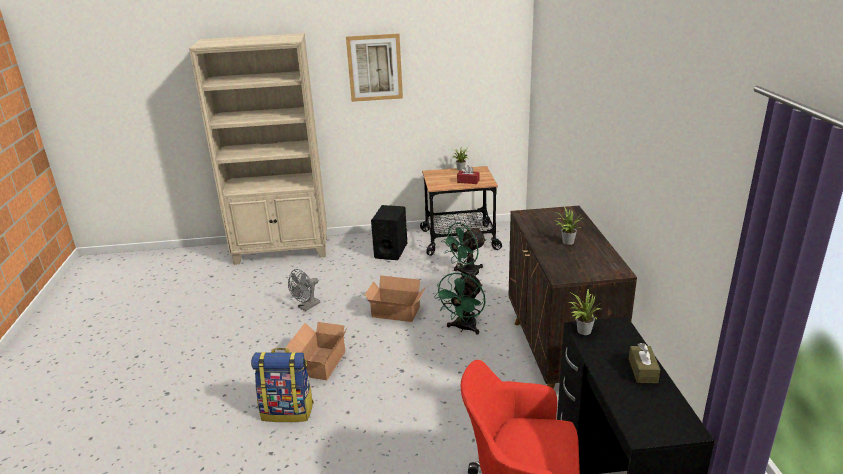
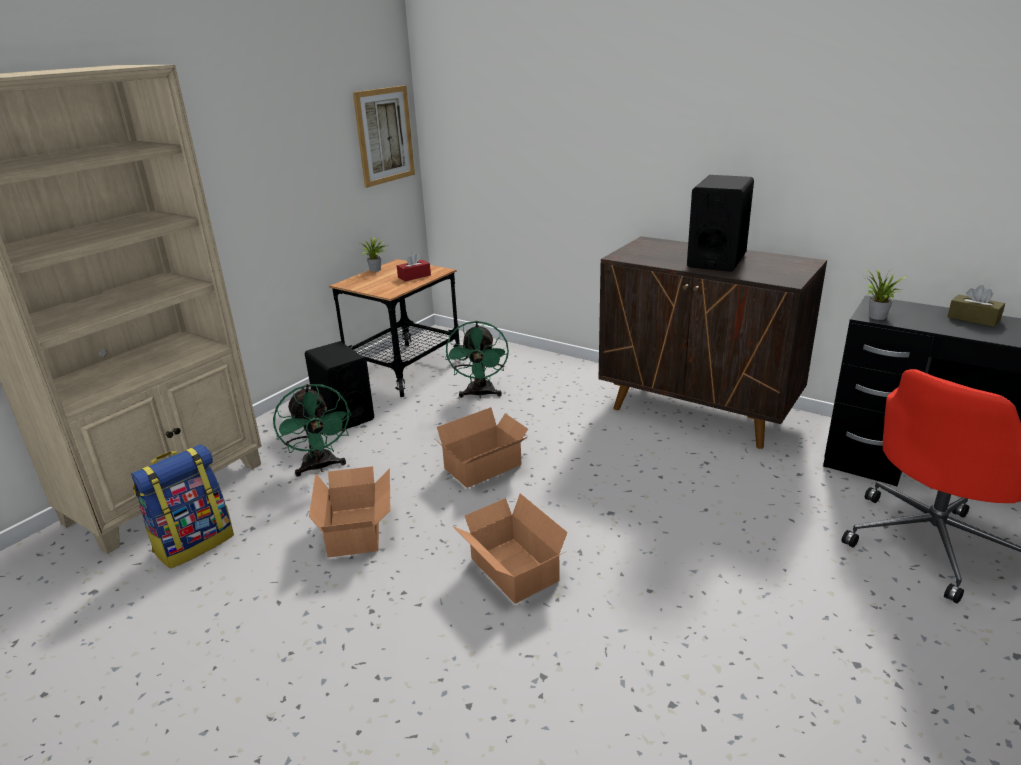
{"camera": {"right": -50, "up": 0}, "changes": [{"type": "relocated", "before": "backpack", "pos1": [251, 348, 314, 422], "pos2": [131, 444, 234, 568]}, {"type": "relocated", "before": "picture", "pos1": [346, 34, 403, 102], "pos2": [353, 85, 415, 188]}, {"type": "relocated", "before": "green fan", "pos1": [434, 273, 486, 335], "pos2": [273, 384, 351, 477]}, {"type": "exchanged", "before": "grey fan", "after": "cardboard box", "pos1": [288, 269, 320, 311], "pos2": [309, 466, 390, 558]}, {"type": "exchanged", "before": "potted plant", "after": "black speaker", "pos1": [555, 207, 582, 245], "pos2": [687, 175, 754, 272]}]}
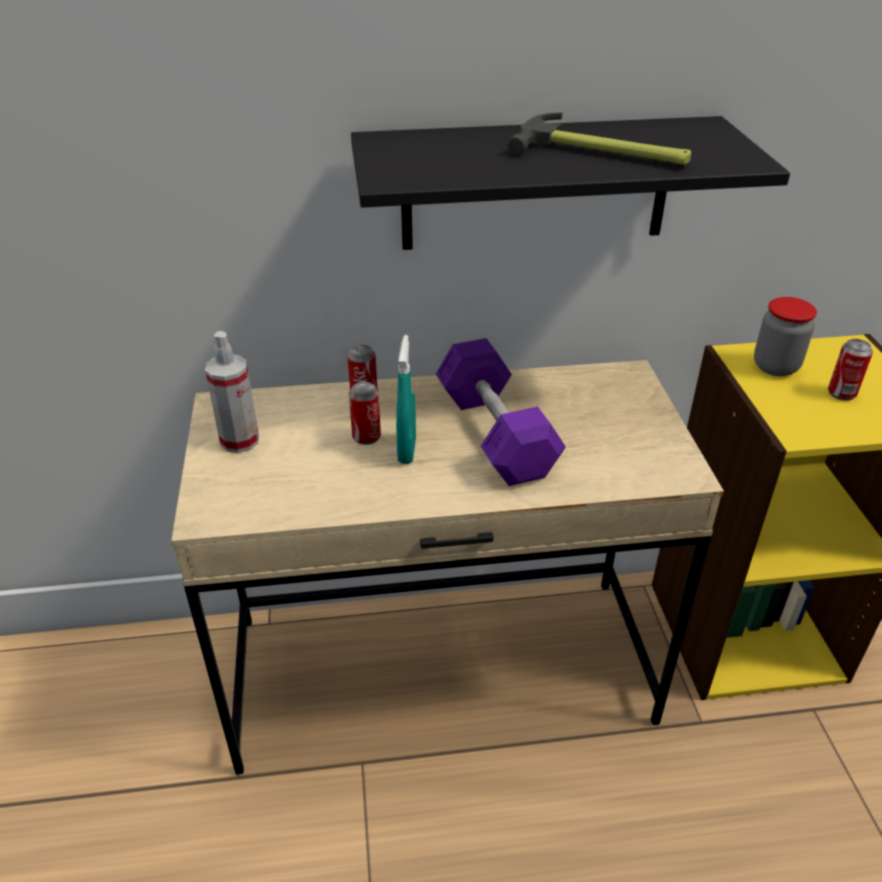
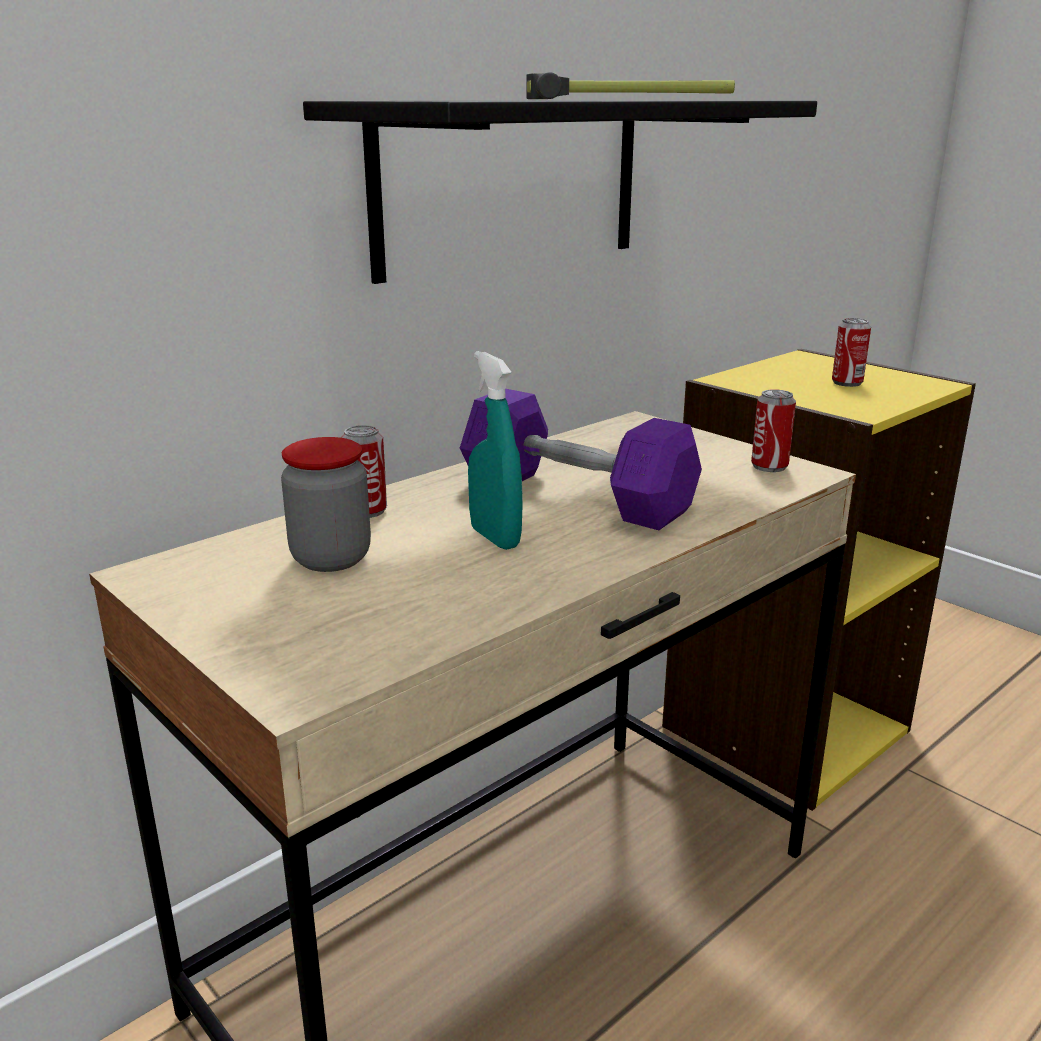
{"camera": {"right": -35, "up": -15}, "changes": [{"type": "missing", "before": "spray bottle", "pos1": [205, 331, 259, 453]}, {"type": "relocated", "before": "can", "pos1": [349, 382, 381, 445], "pos2": [751, 389, 796, 472]}, {"type": "relocated", "before": "jar", "pos1": [754, 297, 817, 376], "pos2": [281, 437, 371, 572]}]}
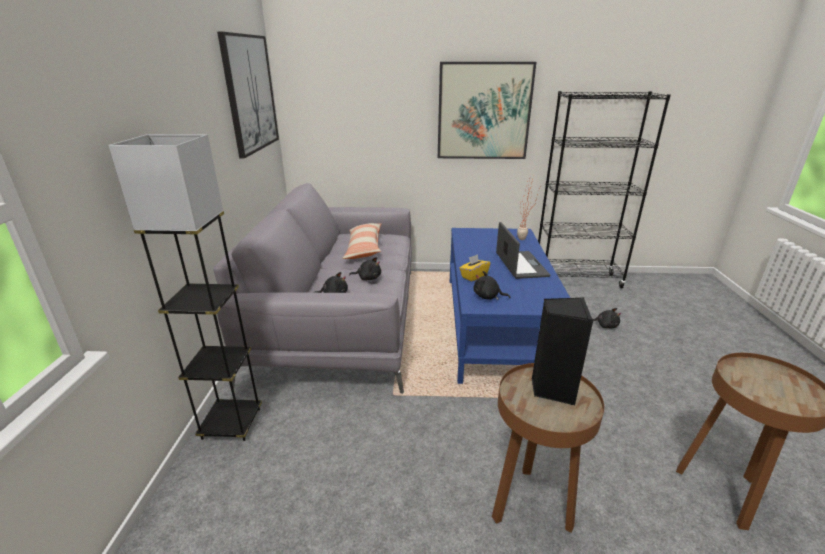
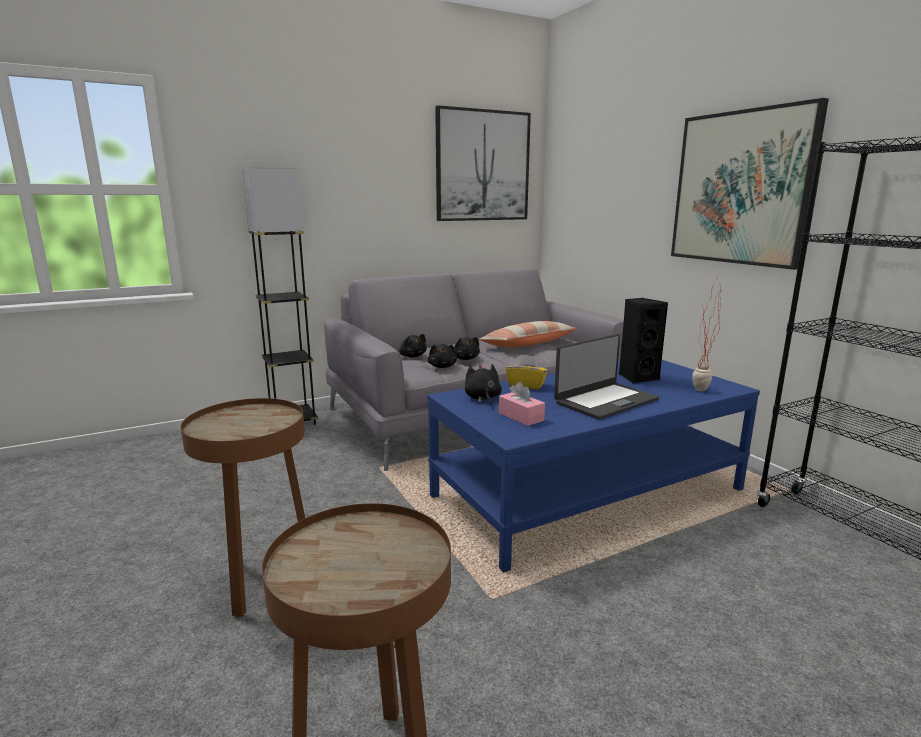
{"camera": {"right": 60, "up": -10}, "changes": [{"type": "appeared", "after": "pink tissue box", "pos2": [499, 382, 545, 426]}, {"type": "relocated", "before": "black speaker", "pos1": [532, 297, 593, 405], "pos2": [619, 298, 668, 384]}, {"type": "relocated", "before": "black plush toy", "pos1": [593, 308, 621, 328], "pos2": [428, 344, 457, 368]}]}
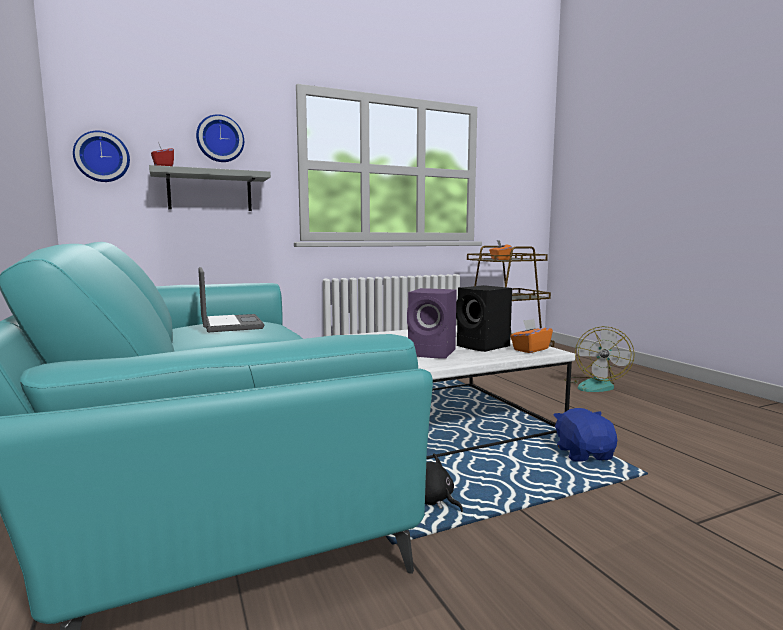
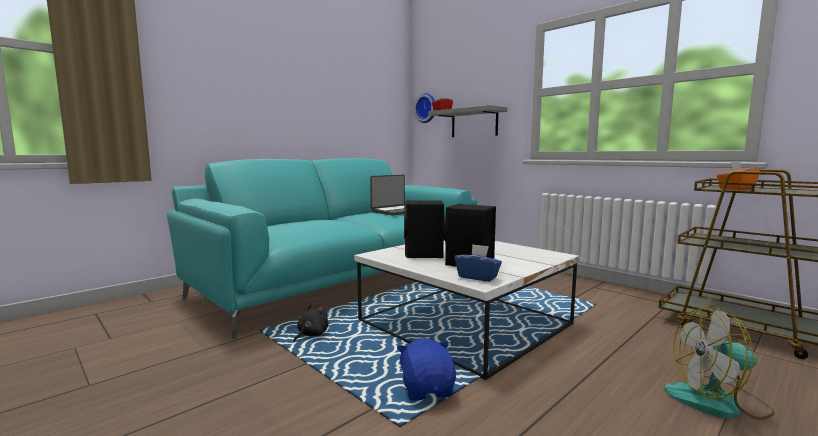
{"camera": {"right": 70, "up": 0}, "changes": [{"type": "missing", "before": "wall clock", "pos1": [196, 114, 244, 162]}, {"type": "colour", "before": "purple speaker", "after": "black speaker", "pos1": [407, 288, 457, 359], "pos2": [404, 200, 444, 258]}, {"type": "colour", "before": "orange tissue box", "after": "blue tissue box", "pos1": [510, 319, 553, 353], "pos2": [455, 244, 502, 282]}, {"type": "spun", "before": "blue plush toy", "pos1": [554, 408, 617, 462], "pos2": [397, 339, 456, 401], "turn": -75}]}
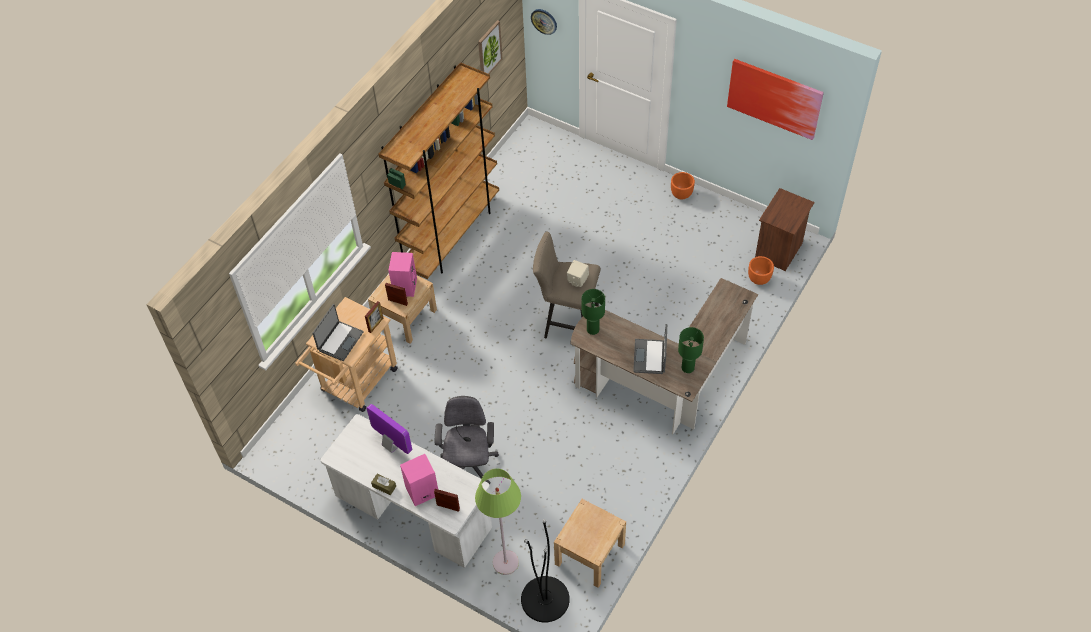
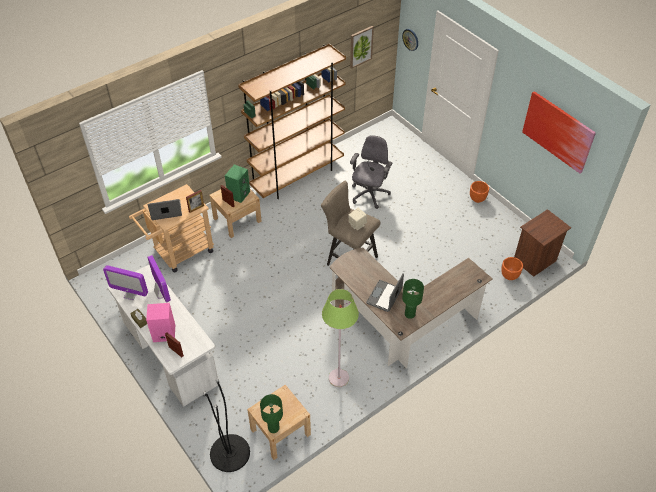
{"camera": {"right": 20, "up": -5}, "changes": [{"type": "appeared", "after": "monitor", "pos2": [103, 265, 148, 300]}, {"type": "relocated", "before": "grey office chair", "pos1": [434, 396, 499, 485], "pos2": [350, 135, 392, 209]}, {"type": "relocated", "before": "green floor lamp", "pos1": [475, 468, 521, 575], "pos2": [322, 289, 359, 387]}, {"type": "relocated", "before": "green table lamp", "pos1": [582, 289, 605, 335], "pos2": [260, 394, 283, 433]}, {"type": "colour", "before": "pink speaker", "after": "green speaker", "pos1": [388, 252, 417, 297], "pos2": [225, 164, 250, 203]}, {"type": "spun", "before": "laptop", "pos1": [312, 304, 364, 361], "pos2": [148, 199, 182, 220], "turn": -150}]}
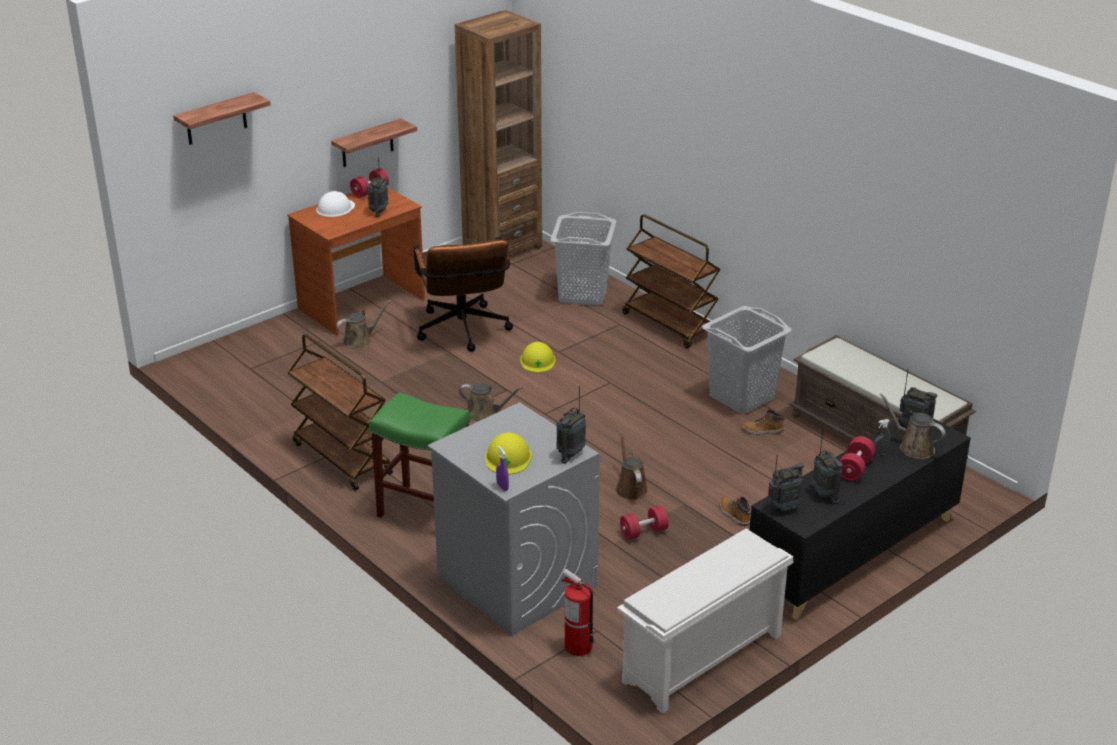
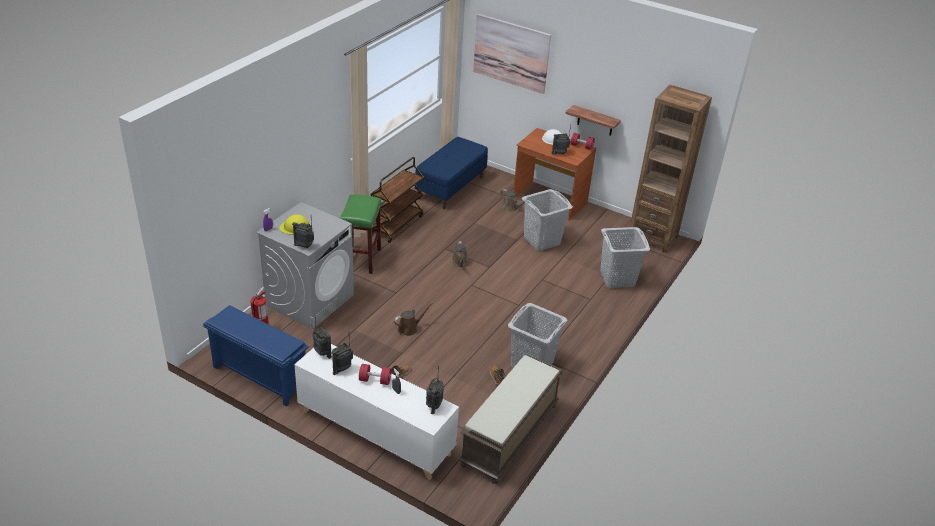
{"camera": {"right": 70, "up": 5}, "changes": [{"type": "missing", "before": "yellow hard hat", "pos1": [520, 342, 556, 373]}, {"type": "missing", "before": "red dumbbell", "pos1": [620, 506, 669, 540]}, {"type": "missing", "before": "brown cart", "pos1": [622, 214, 720, 349]}, {"type": "missing", "before": "brown watering can", "pos1": [880, 393, 945, 459]}, {"type": "appeared", "after": "blue bench", "pos2": [415, 137, 488, 209]}, {"type": "exchanged", "before": "shelf", "after": "picture", "pos1": [173, 92, 271, 145], "pos2": [473, 14, 551, 94]}, {"type": "exchanged", "before": "brown office chair", "after": "grey laundry basket", "pos1": [414, 237, 513, 352], "pos2": [522, 189, 573, 251]}, {"type": "colour", "before": "white shoe rack", "after": "blue shoe rack", "pos1": [617, 529, 793, 714], "pos2": [203, 305, 309, 407]}, {"type": "colour", "before": "black cabinet", "after": "white cabinet", "pos1": [750, 418, 971, 620], "pos2": [294, 344, 459, 480]}]}
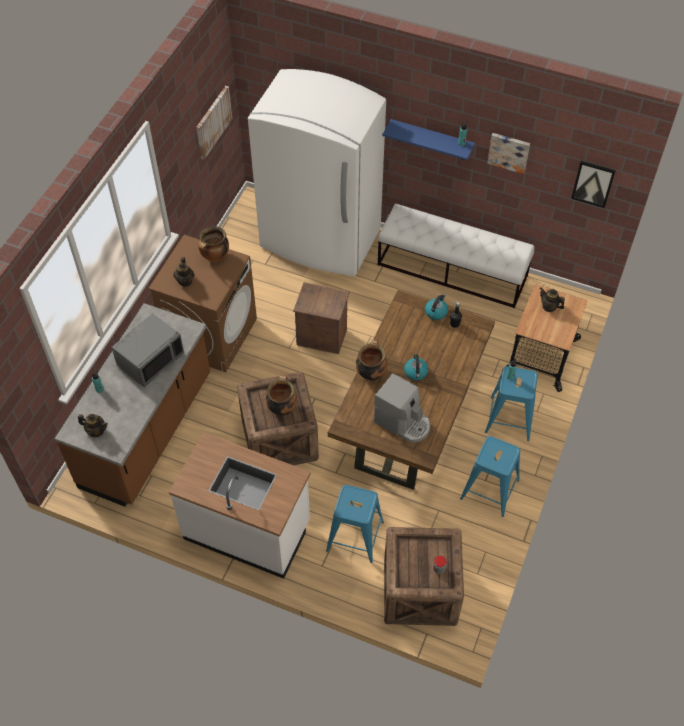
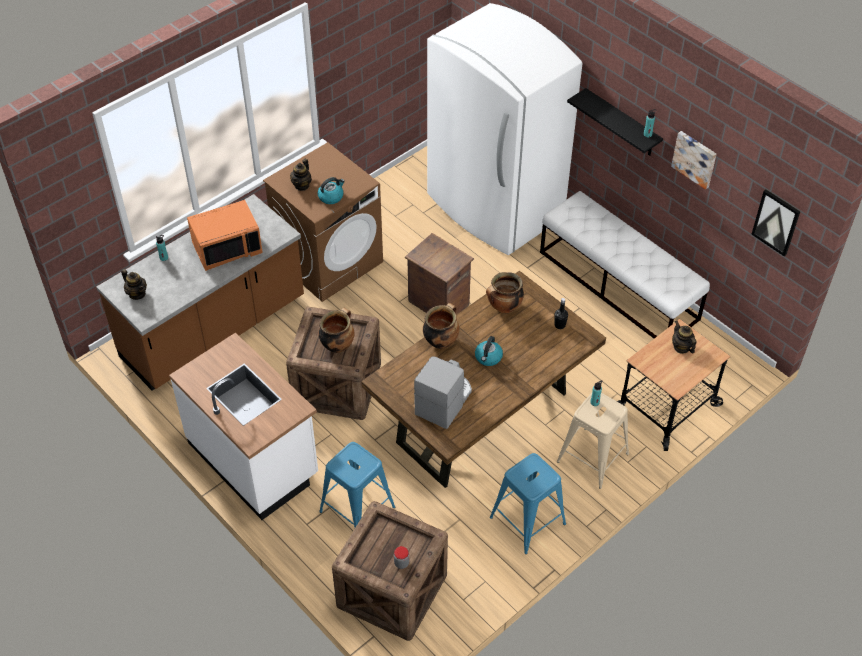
{"camera": {"right": 25, "up": -5}, "changes": [{"type": "missing", "before": "picture", "pos1": [196, 86, 232, 160]}, {"type": "relocated", "before": "cooking pot", "pos1": [198, 226, 229, 262], "pos2": [486, 272, 524, 313]}, {"type": "relocated", "before": "kettle", "pos1": [425, 294, 448, 320], "pos2": [317, 177, 345, 204]}, {"type": "colour", "before": "grey microwave", "after": "orange microwave", "pos1": [112, 313, 184, 388], "pos2": [187, 200, 263, 271]}, {"type": "colour", "before": "blue shelf", "after": "black shelf", "pos1": [382, 119, 475, 160], "pos2": [567, 88, 663, 156]}, {"type": "colour", "before": "blue stool", "after": "beige stool", "pos1": [485, 366, 538, 441], "pos2": [557, 393, 629, 489]}, {"type": "spun", "before": "coffee machine", "pos1": [374, 373, 430, 443], "pos2": [414, 356, 472, 429], "turn": -120}]}
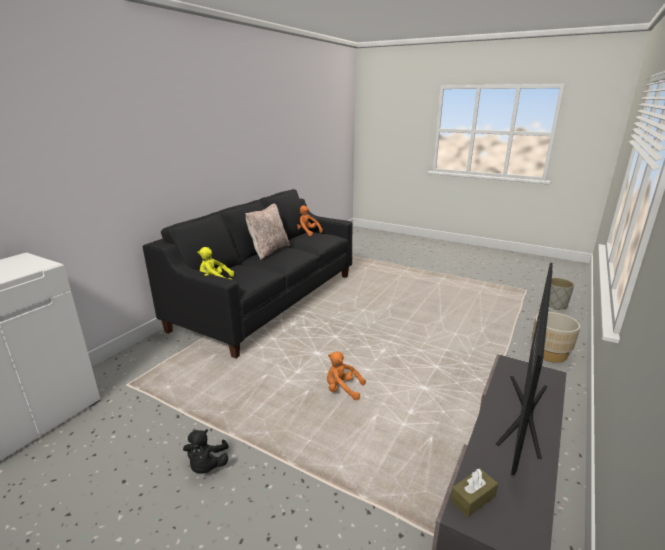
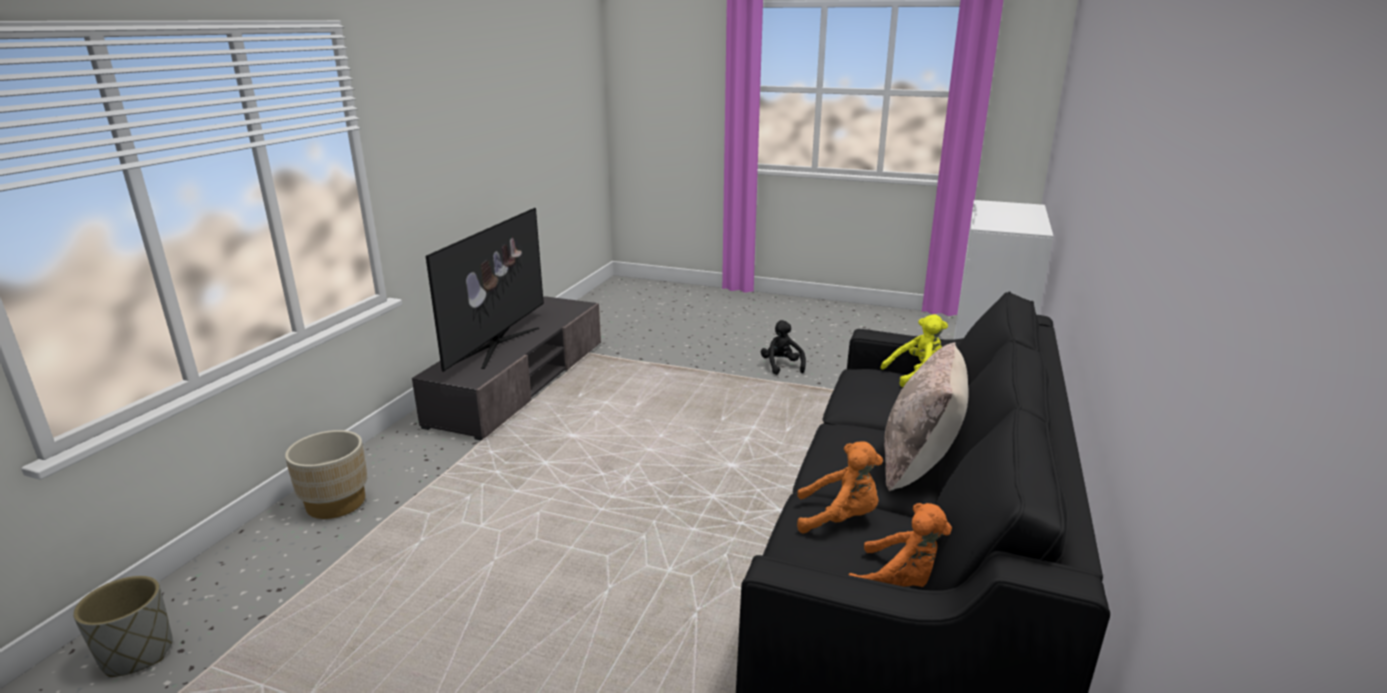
{"camera": {"right": 170, "up": 0}, "changes": [{"type": "missing", "before": "brown tissue box", "pos1": [450, 468, 498, 517]}, {"type": "relocated", "before": "orange plush toy", "pos1": [327, 351, 365, 400], "pos2": [797, 441, 883, 534]}]}
